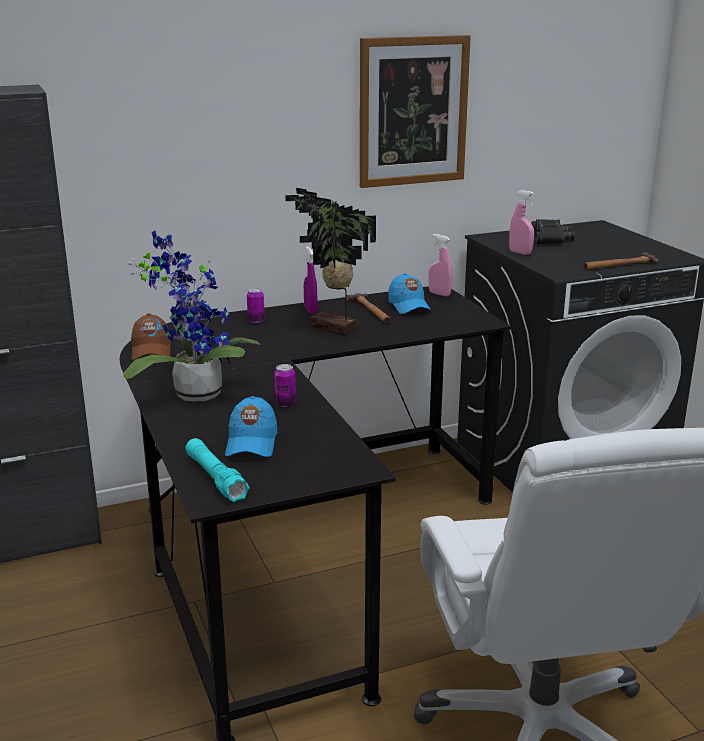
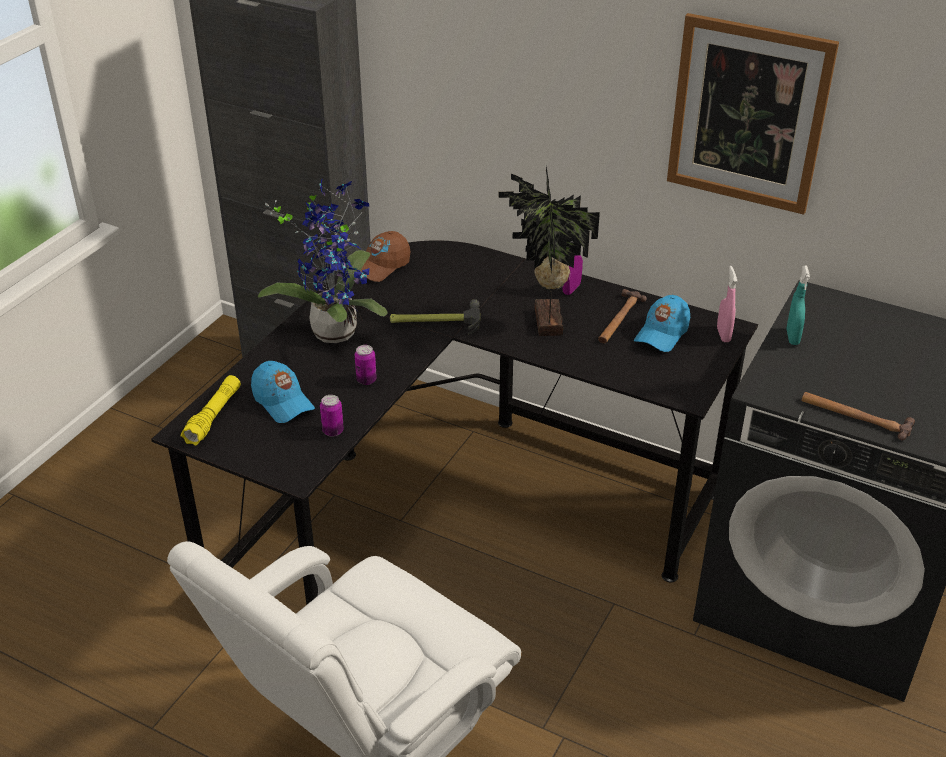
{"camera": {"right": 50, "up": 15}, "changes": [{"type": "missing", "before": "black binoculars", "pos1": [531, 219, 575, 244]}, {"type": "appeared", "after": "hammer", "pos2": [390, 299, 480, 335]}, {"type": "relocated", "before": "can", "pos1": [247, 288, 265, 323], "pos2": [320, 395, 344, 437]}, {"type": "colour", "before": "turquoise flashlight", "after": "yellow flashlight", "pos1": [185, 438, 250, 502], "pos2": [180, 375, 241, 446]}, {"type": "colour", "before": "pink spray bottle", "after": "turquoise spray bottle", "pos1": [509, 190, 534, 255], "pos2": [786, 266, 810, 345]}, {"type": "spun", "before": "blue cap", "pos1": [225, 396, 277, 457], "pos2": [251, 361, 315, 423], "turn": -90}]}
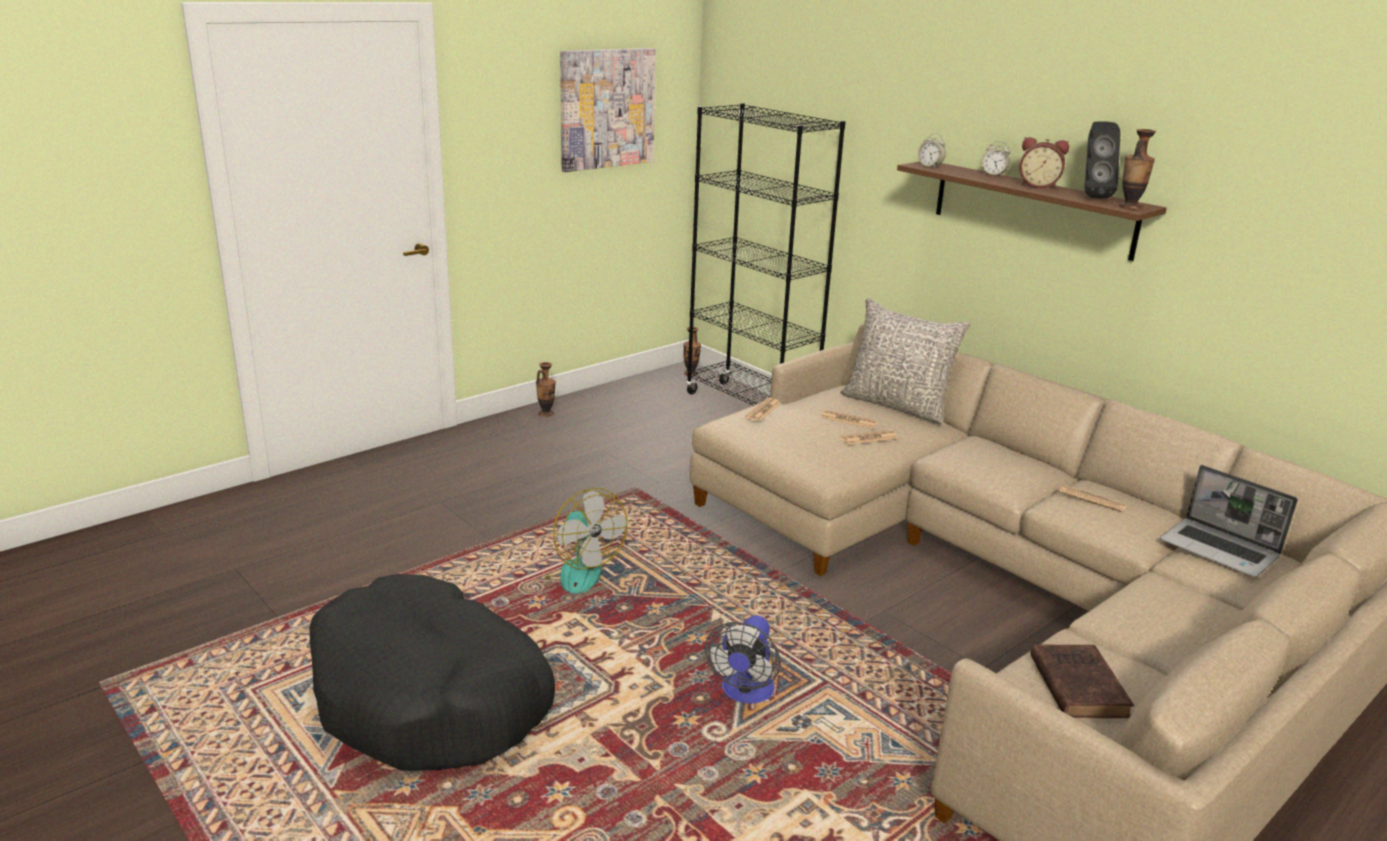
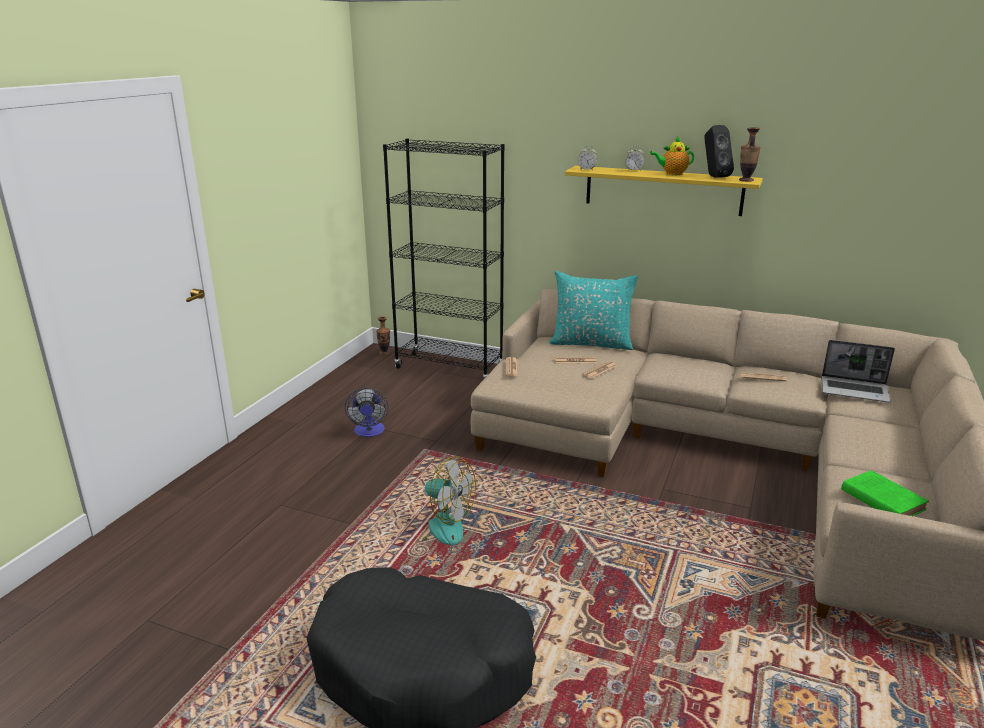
{"camera": {"right": -25, "up": 0}, "changes": [{"type": "missing", "before": "vase", "pos1": [536, 362, 556, 417]}, {"type": "missing", "before": "picture", "pos1": [560, 48, 656, 172]}, {"type": "relocated", "before": "fan", "pos1": [705, 615, 781, 704], "pos2": [345, 388, 389, 437]}, {"type": "exchanged", "before": "alarm clock", "after": "teapot", "pos1": [1020, 137, 1069, 189], "pos2": [650, 136, 694, 175]}, {"type": "colour", "before": "grey pillow", "after": "turquoise pillow", "pos1": [840, 298, 970, 424], "pos2": [549, 271, 638, 350]}, {"type": "colour", "before": "brown shelf", "after": "yellow shelf", "pos1": [897, 162, 1167, 261], "pos2": [565, 166, 763, 216]}, {"type": "colour", "before": "brown book", "after": "green book", "pos1": [1031, 644, 1134, 718], "pos2": [841, 470, 929, 516]}]}
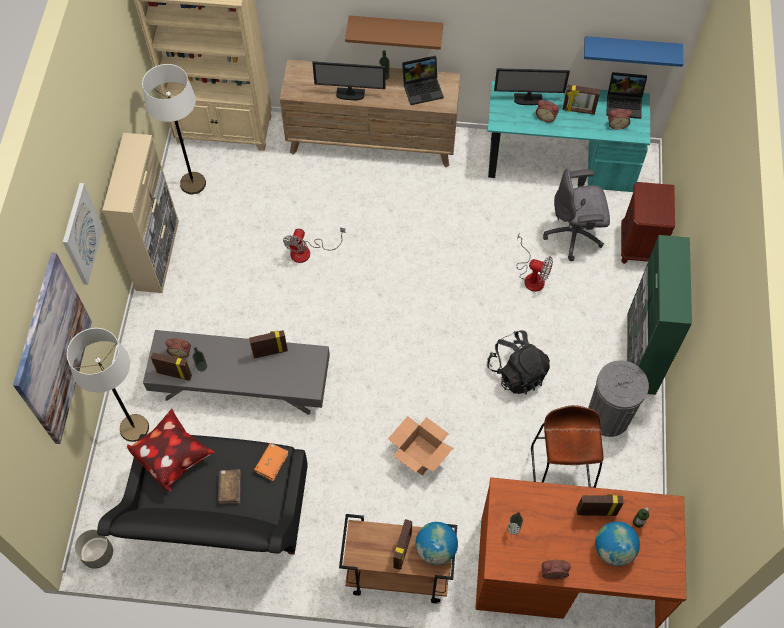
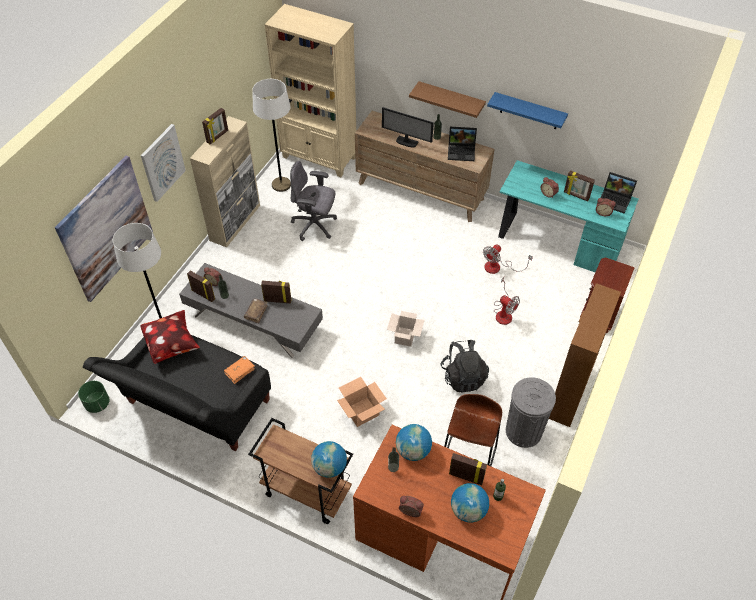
{"camera": {"right": 20, "up": -10}, "changes": [{"type": "missing", "before": "monitor", "pos1": [494, 68, 570, 105]}, {"type": "appeared", "after": "cardboard box", "pos2": [387, 311, 424, 347]}, {"type": "appeared", "after": "globe", "pos2": [396, 424, 432, 461]}, {"type": "relocated", "before": "brown book", "pos1": [218, 470, 241, 504], "pos2": [244, 298, 268, 323]}, {"type": "relocated", "before": "fan", "pos1": [283, 227, 345, 263], "pos2": [483, 244, 533, 274]}, {"type": "relocated", "before": "picture frame", "pos1": [393, 519, 412, 570], "pos2": [202, 108, 228, 144]}, {"type": "relocated", "before": "grey office chair", "pos1": [543, 168, 610, 261], "pos2": [290, 161, 337, 241]}, {"type": "relocated", "before": "blue shelf", "pos1": [584, 36, 683, 67], "pos2": [487, 92, 568, 129]}, {"type": "colour", "before": "grey planter", "after": "green planter", "pos1": [74, 529, 113, 569], "pos2": [78, 381, 109, 413]}, {"type": "colour", "before": "green cabinet", "after": "brown cabinet", "pos1": [627, 235, 692, 395], "pos2": [549, 283, 621, 427]}]}
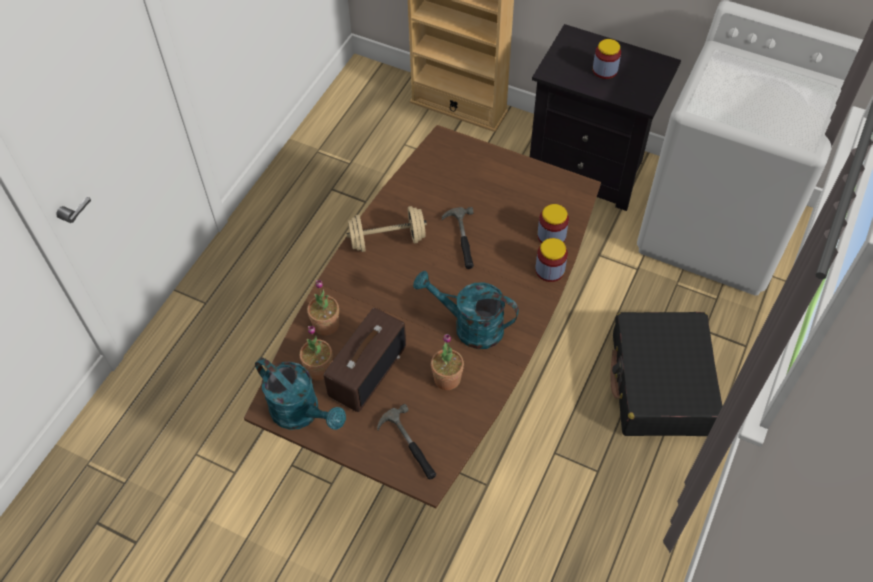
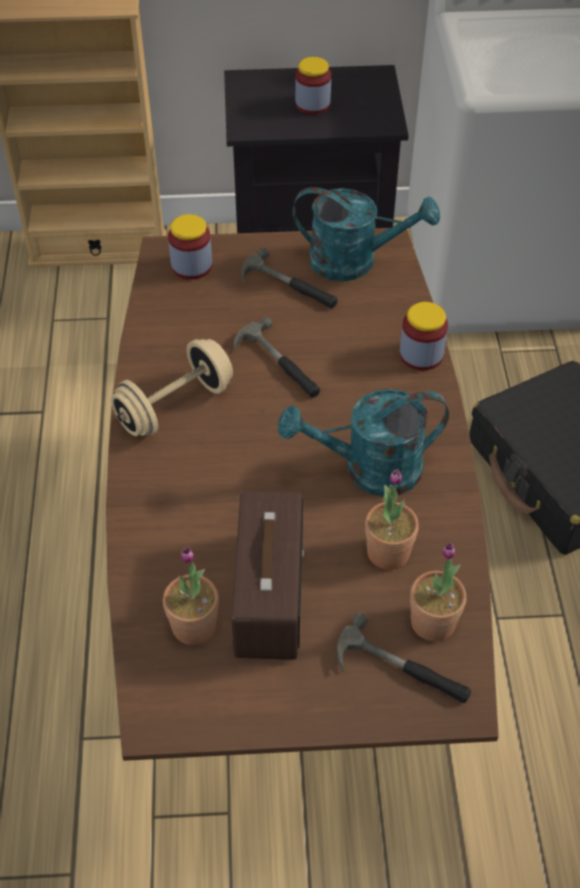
{"camera": {"right": -30, "up": -5}, "changes": [{"type": "appeared", "after": "hammer", "pos2": [242, 247, 338, 308]}, {"type": "relocated", "before": "turquoise watering can", "pos1": [255, 357, 346, 430], "pos2": [293, 187, 440, 281]}, {"type": "relocated", "before": "potted plant", "pos1": [307, 280, 339, 336], "pos2": [410, 543, 466, 641]}, {"type": "relocated", "before": "jar", "pos1": [537, 204, 569, 243], "pos2": [168, 214, 212, 280]}]}
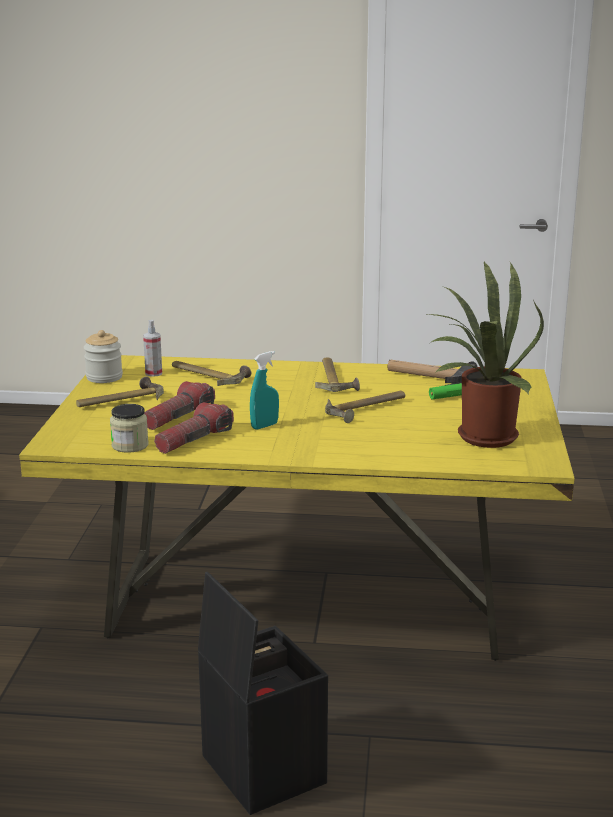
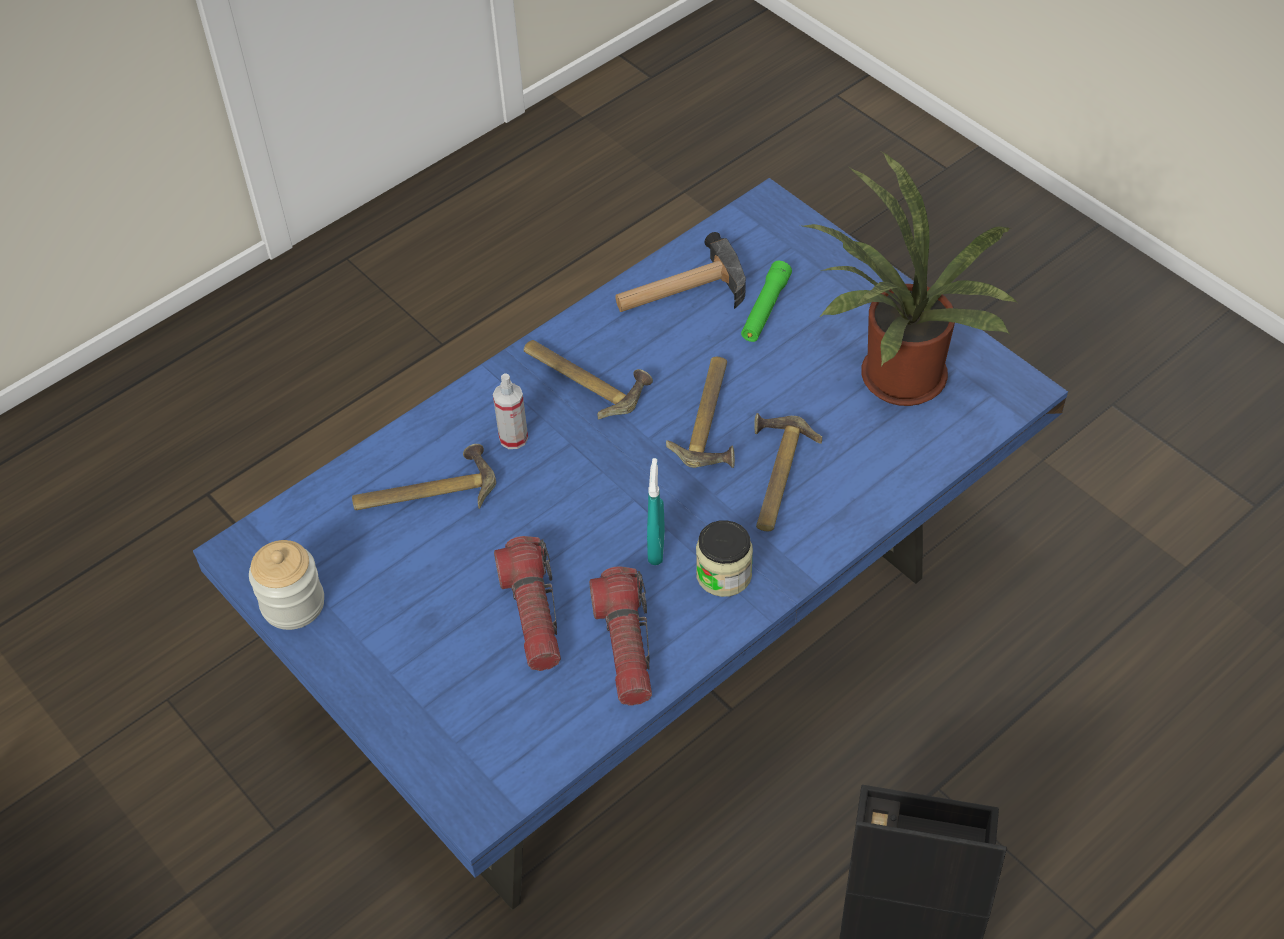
{"camera": {"right": -45, "up": 30}, "changes": [{"type": "relocated", "before": "hammer", "pos1": [76, 377, 164, 407], "pos2": [754, 413, 822, 531]}, {"type": "relocated", "before": "jar", "pos1": [110, 404, 148, 453], "pos2": [696, 520, 753, 597]}, {"type": "relocated", "before": "spray bottle", "pos1": [143, 320, 162, 377], "pos2": [493, 373, 528, 449]}, {"type": "colour", "before": "yellow dining table", "after": "blue dining table", "pos1": [19, 355, 575, 661], "pos2": [193, 178, 1068, 910]}]}
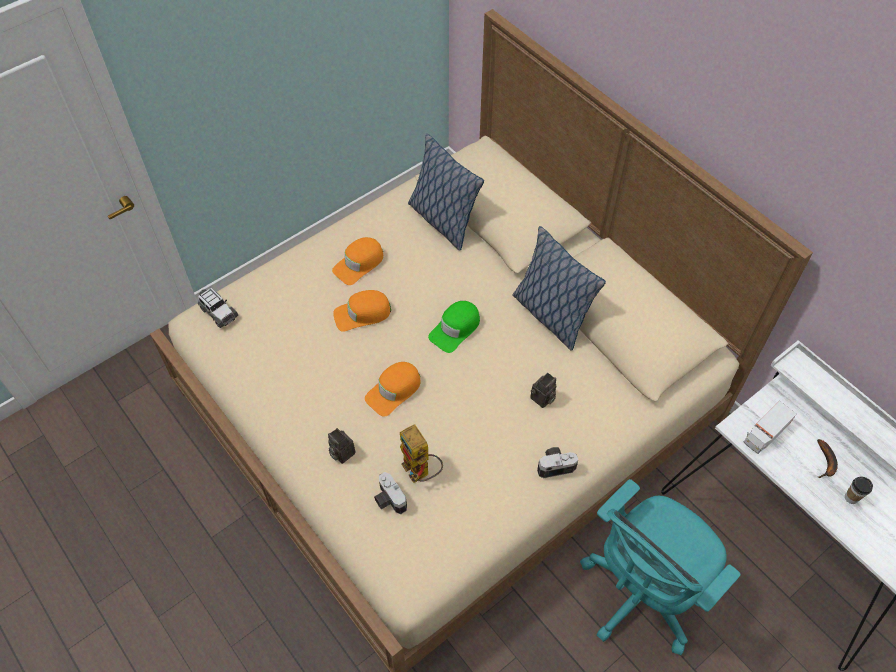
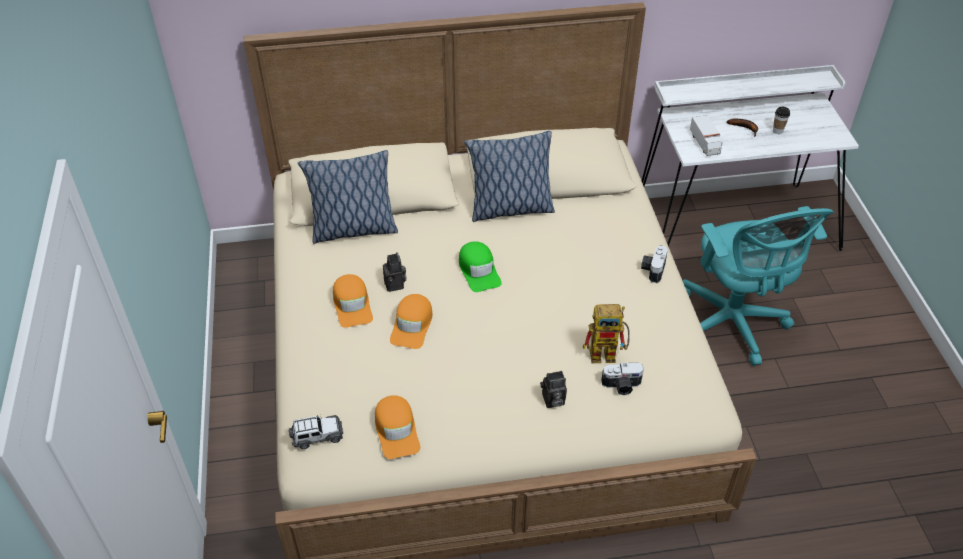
{"camera": {"right": -60, "up": -10}, "changes": [{"type": "relocated", "before": "orange cap", "pos1": [365, 362, 421, 417], "pos2": [375, 395, 420, 459]}, {"type": "relocated", "before": "photo camera", "pos1": [530, 373, 556, 408], "pos2": [383, 252, 406, 292]}]}
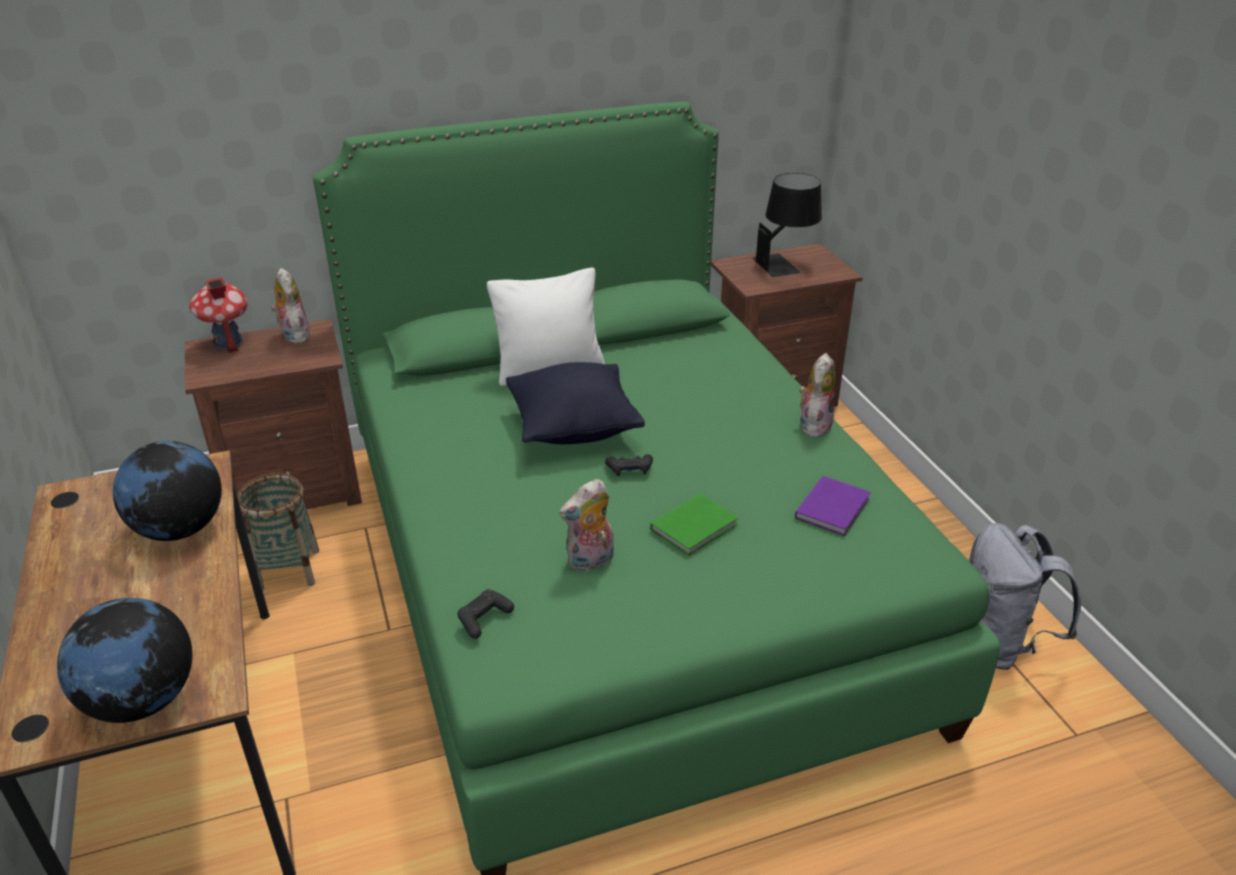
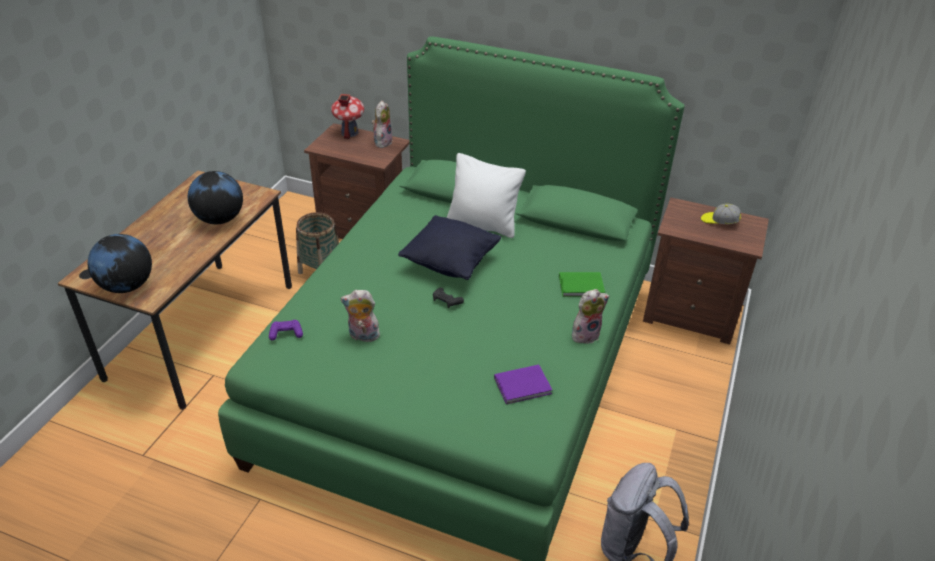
{"camera": {"right": 40, "up": 5}, "changes": [{"type": "relocated", "before": "green book", "pos1": [651, 494, 739, 556], "pos2": [559, 272, 605, 297]}, {"type": "exchanged", "before": "black table lamp", "after": "cap", "pos1": [752, 173, 822, 277], "pos2": [701, 204, 741, 224]}, {"type": "colour", "before": "black game controller", "after": "purple game controller", "pos1": [457, 589, 514, 639], "pos2": [269, 320, 303, 341]}]}
